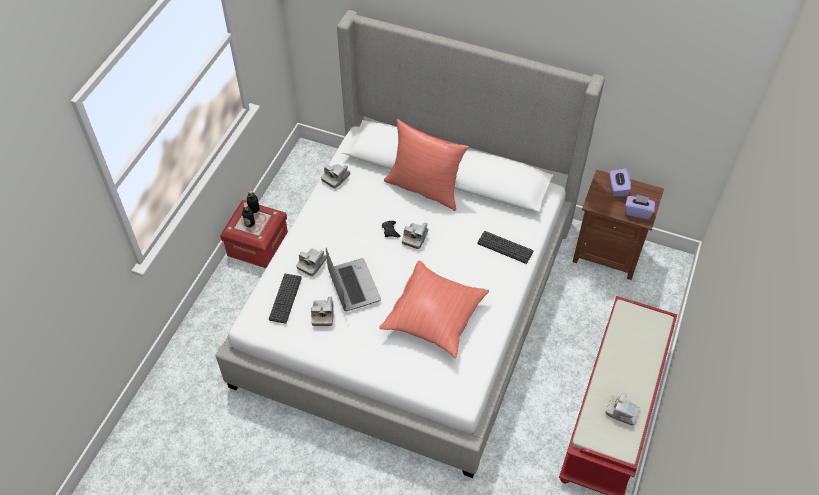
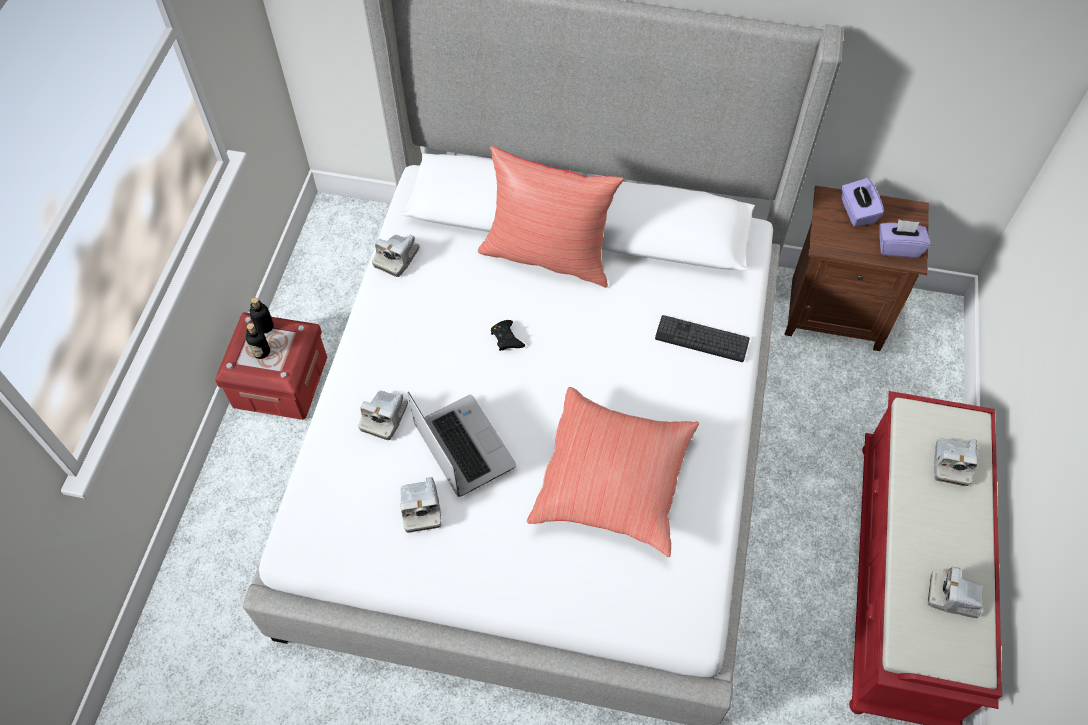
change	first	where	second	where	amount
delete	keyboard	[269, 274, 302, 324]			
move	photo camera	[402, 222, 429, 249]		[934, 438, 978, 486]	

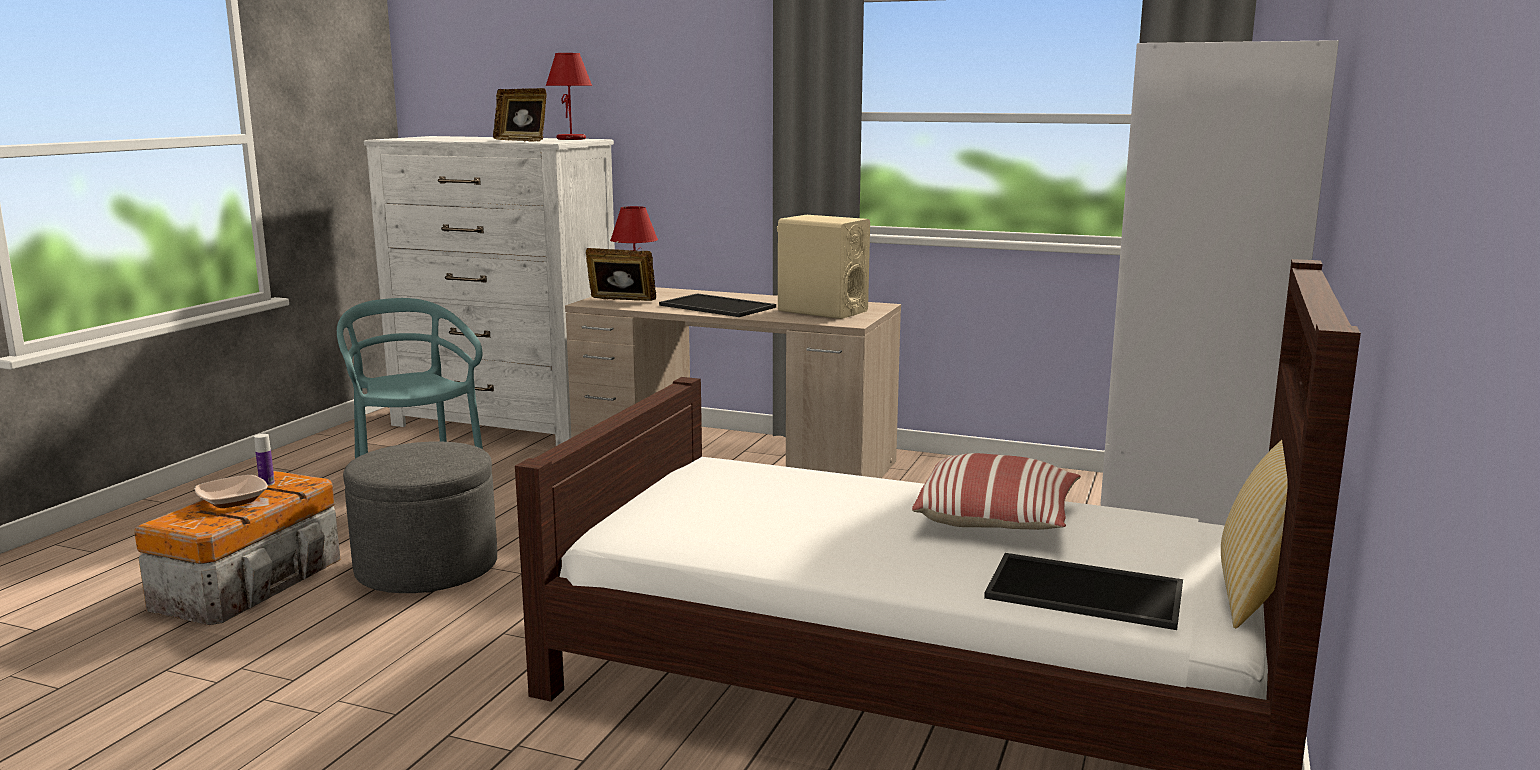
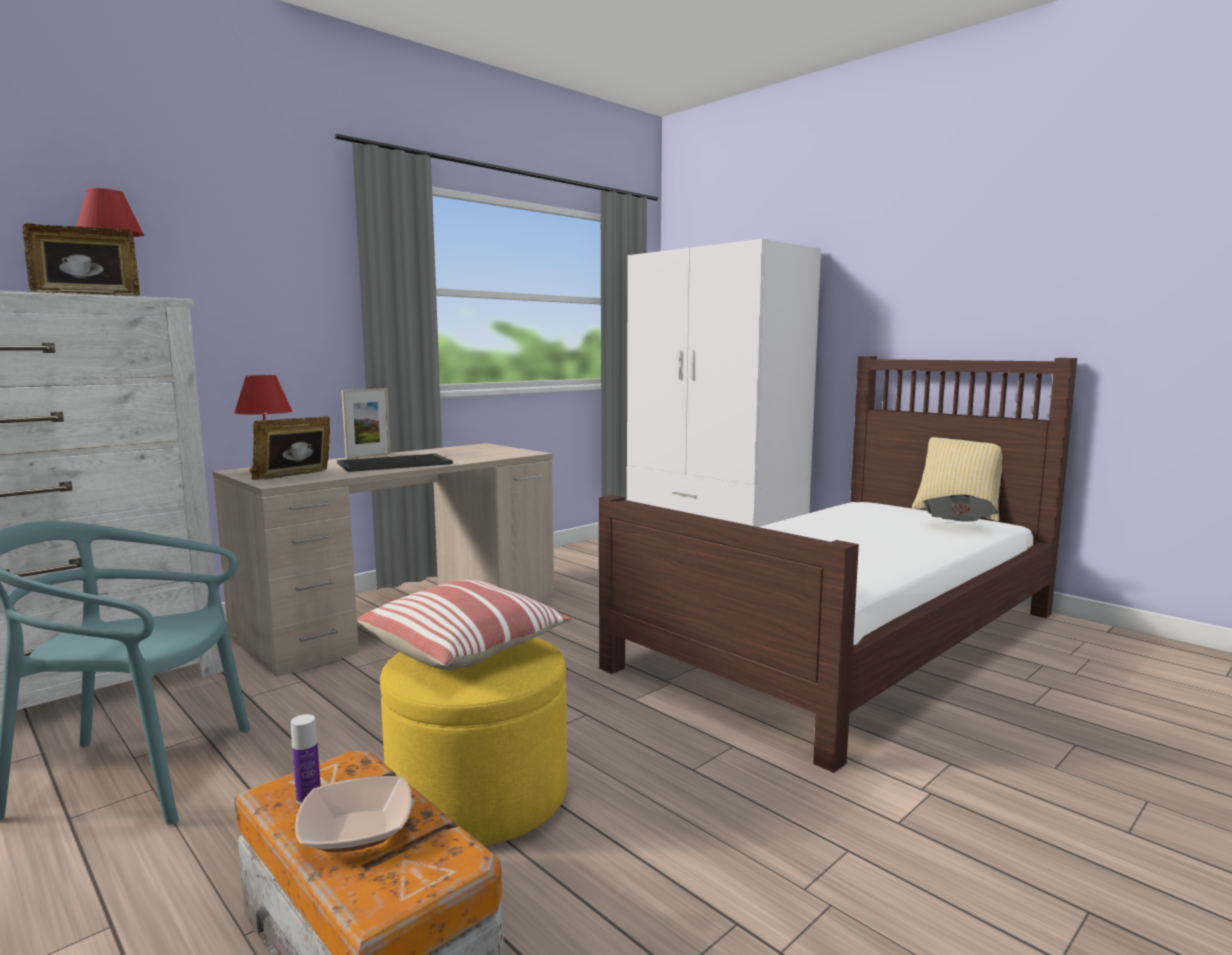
change	first	where	second	where	amount
delete	speaker/beige	[777, 215, 870, 319]			
insert			picture frame	[341, 388, 391, 459]	
move	pillow	[912, 453, 1081, 530]		[357, 580, 572, 670]	
replace	tray	[984, 553, 1183, 630]	newspaper	[922, 495, 998, 522]	
recolor	ottoman/grey	[343, 442, 497, 593]	ottoman/yellow	[380, 637, 567, 846]	

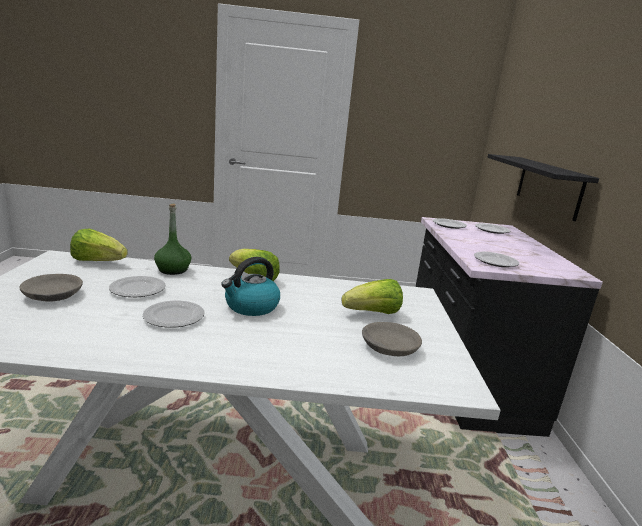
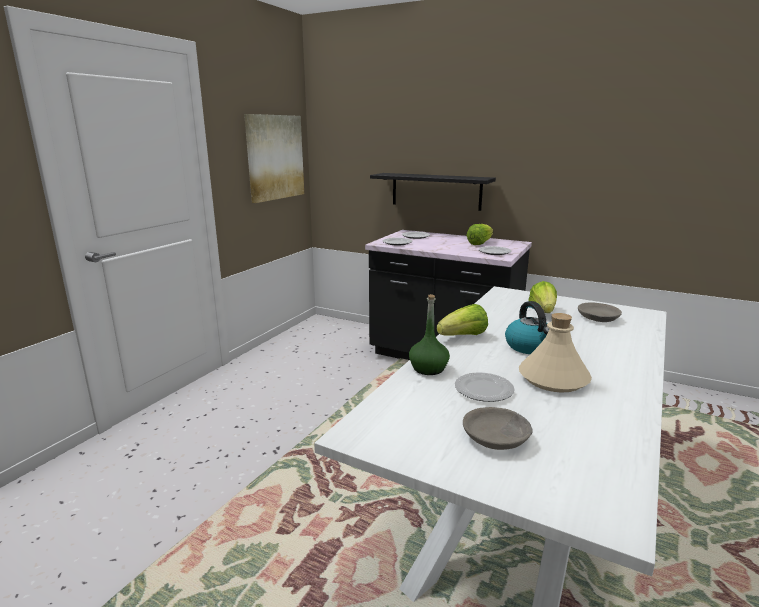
change	first	where	second	where	amount
insert			picture	[244, 114, 304, 203]	
move	lettuce	[70, 229, 128, 261]		[467, 224, 493, 245]	
replace	plate	[143, 301, 205, 328]	bottle/beige	[519, 313, 592, 393]	

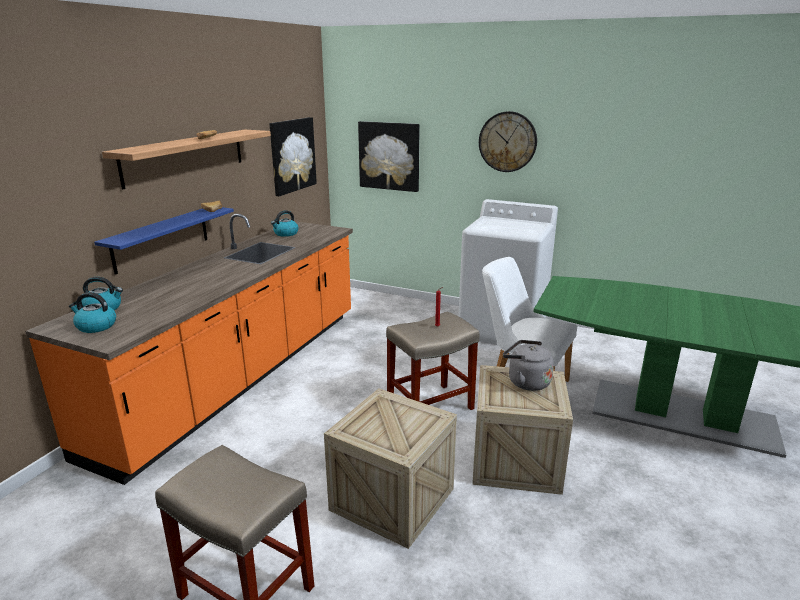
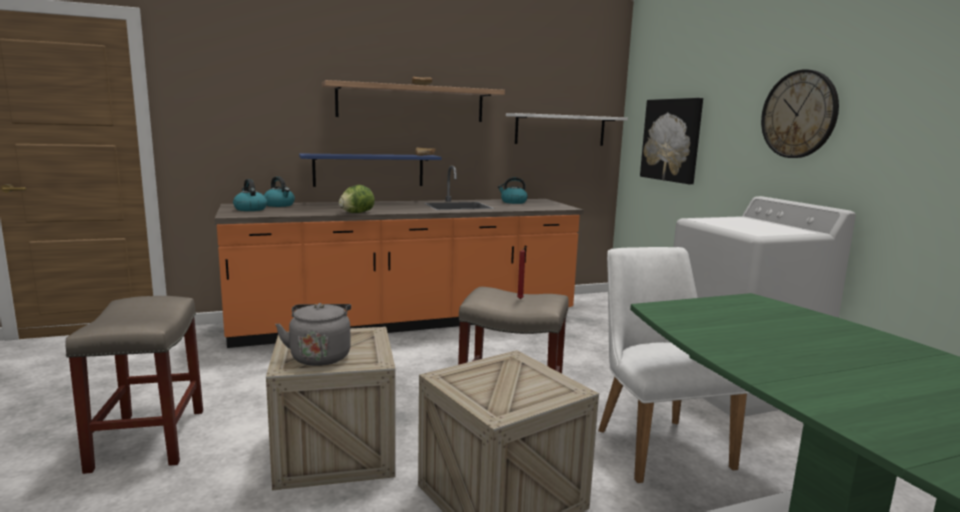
change	first	where	second	where	amount
insert			lettuce	[339, 185, 375, 213]	
move	kettle/grey	[503, 340, 554, 391]		[275, 303, 351, 366]	
replace	picture	[269, 117, 317, 196]	shelf/white	[506, 113, 628, 146]	

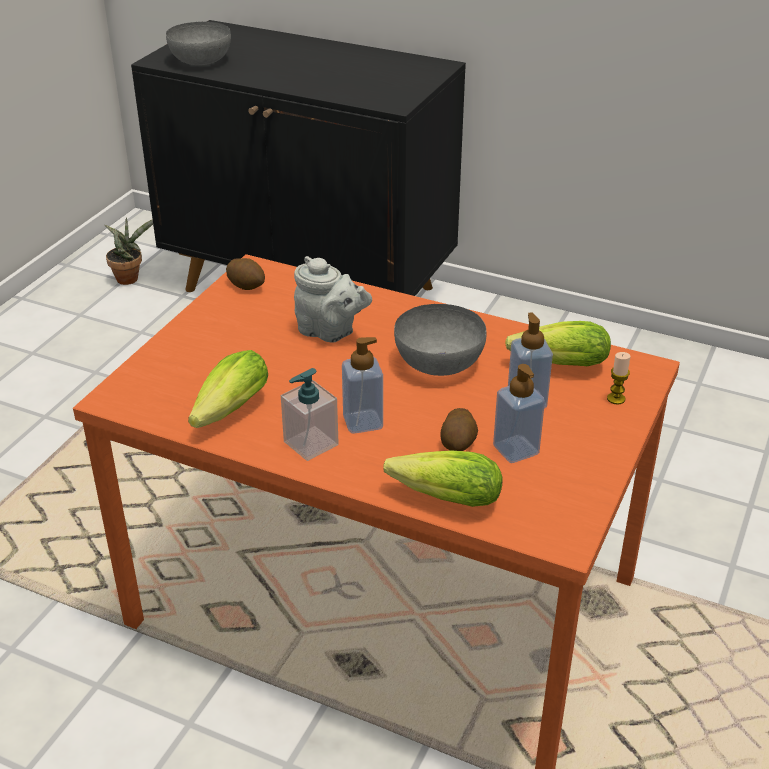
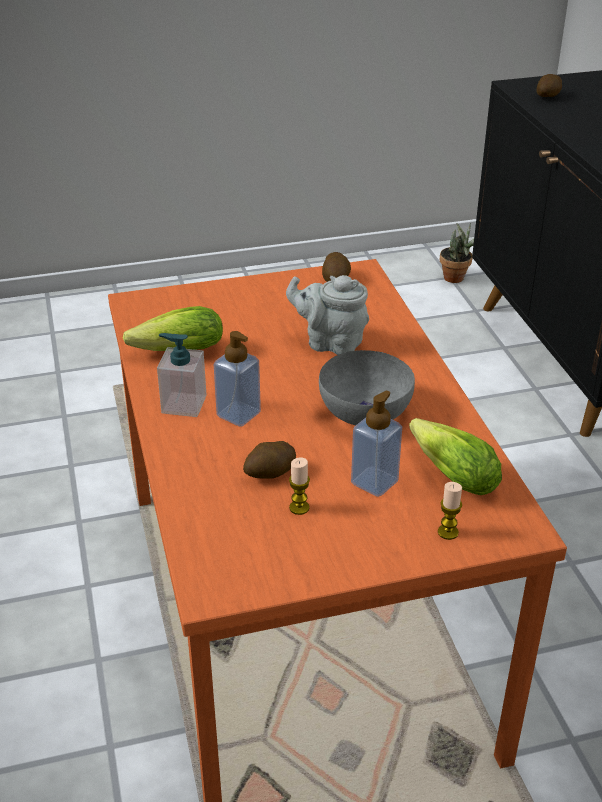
change	first	where	second	where	amount
delete	lettuce	[383, 450, 503, 507]			
replace	bowl/grey	[166, 22, 231, 65]	potato	[536, 74, 562, 97]	
replace	soap dispenser	[493, 364, 545, 463]	candle	[289, 457, 310, 515]	
rotate	teapot/grey	[294, 256, 372, 342]		[286, 275, 369, 355]	120 degrees clockwise

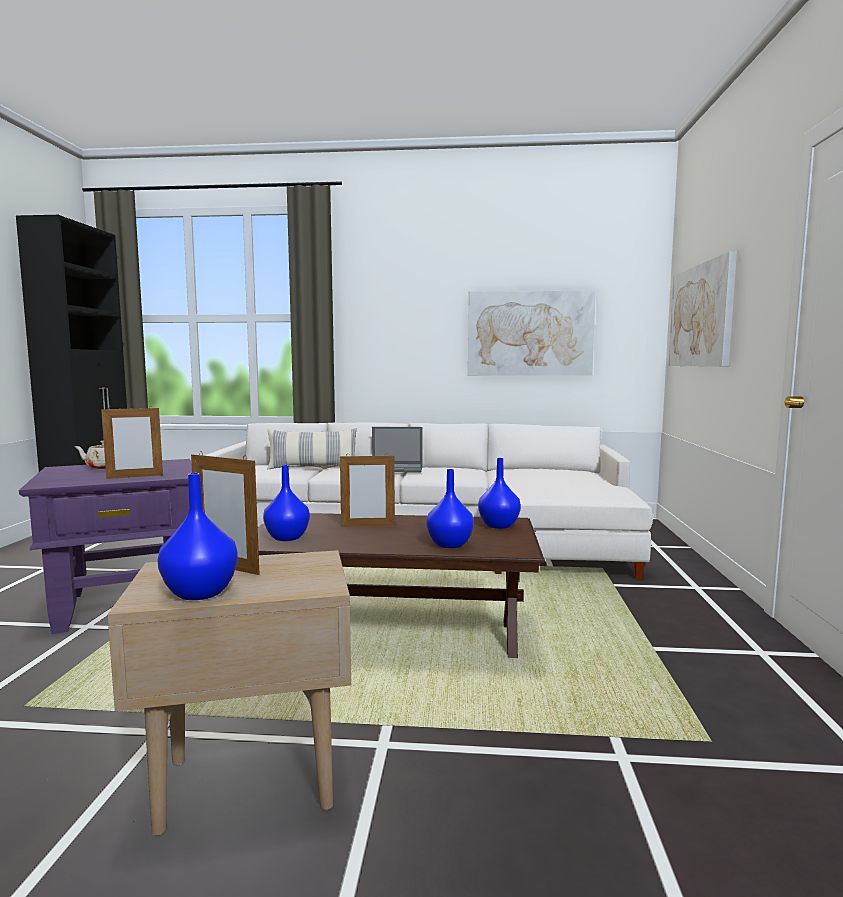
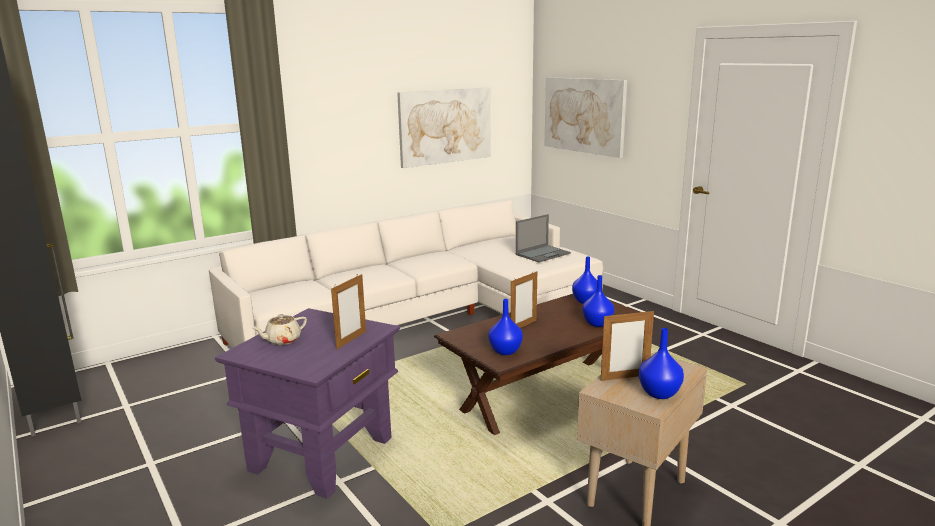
change	first	where	second	where	amount
delete	pillow	[267, 428, 357, 469]			
move	laptop	[372, 427, 423, 472]		[516, 214, 571, 262]	

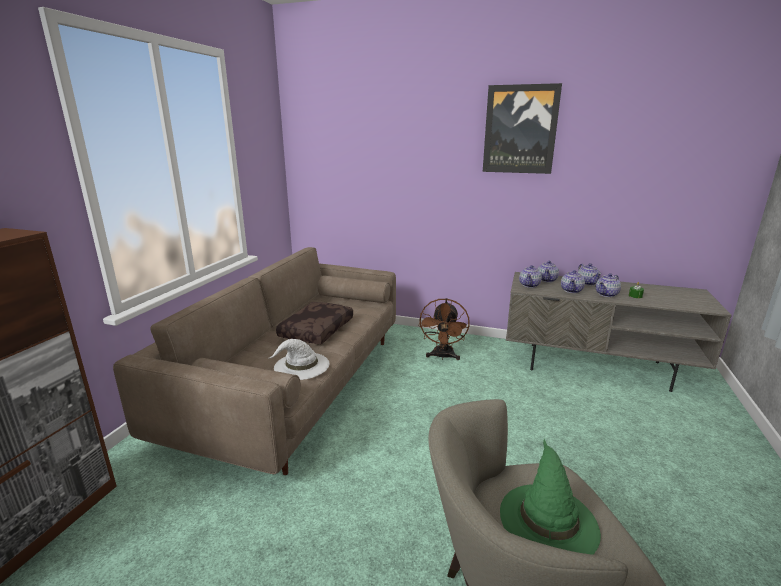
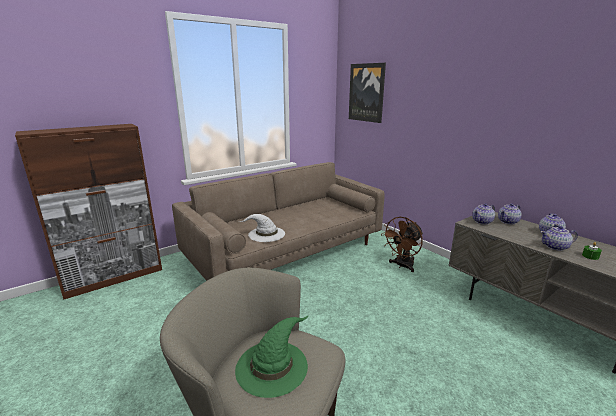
change	first	where	second	where	amount
delete	pillow/brown	[276, 302, 353, 344]			
delete	teapot	[561, 270, 585, 293]			
move	picture	[483, 83, 562, 174]		[349, 63, 386, 123]	

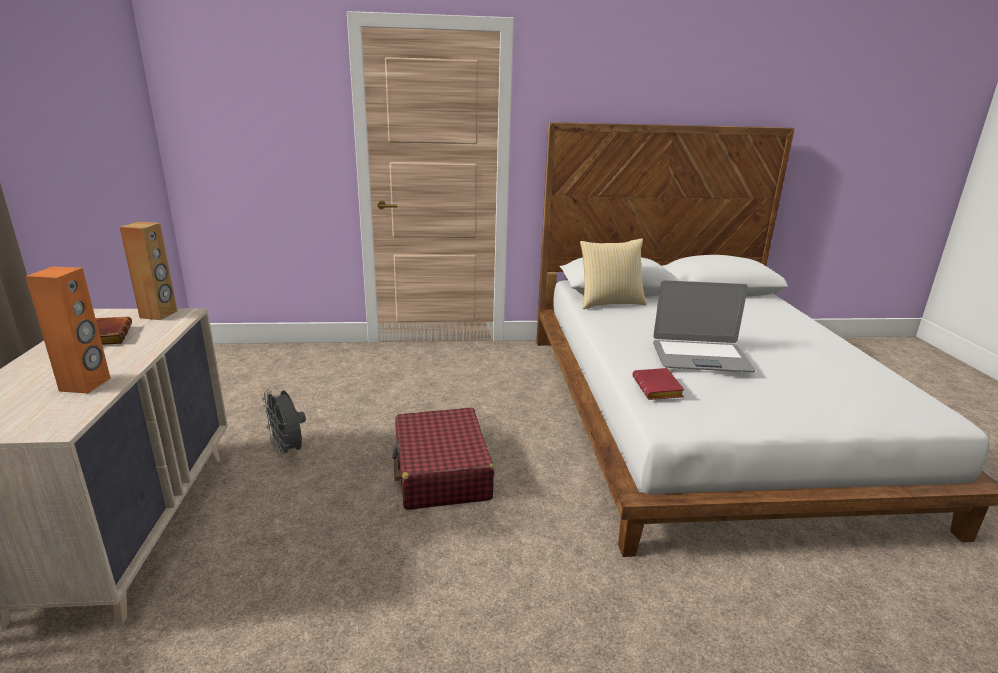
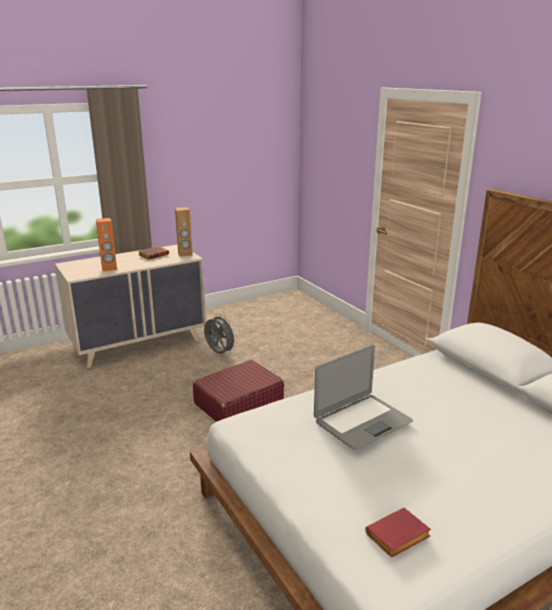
change	first	where	second	where	amount
delete	pillow	[580, 238, 647, 309]			
move	book/red	[633, 368, 684, 400]		[365, 508, 431, 558]	
rotate	fan/grey	[262, 390, 306, 459]		[204, 314, 237, 354]	105 degrees clockwise
rotate	laptop	[653, 280, 756, 372]		[314, 345, 413, 450]	105 degrees counterclockwise

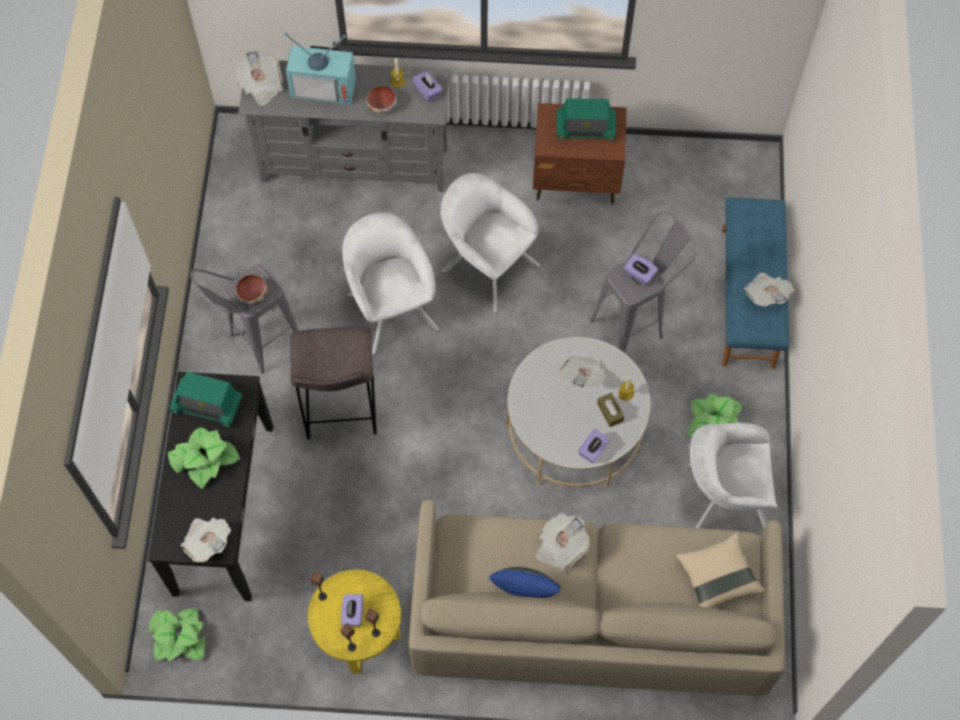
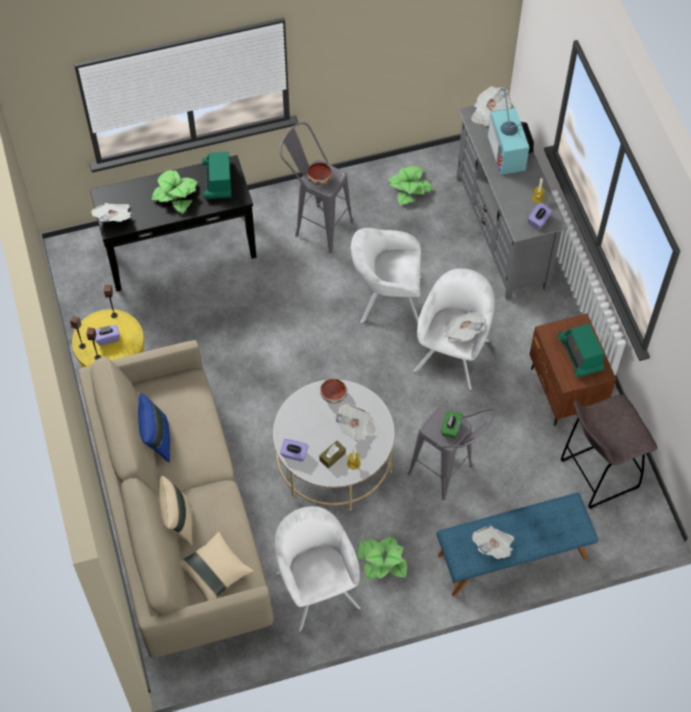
change	first	where	second	where	amount
insert			pillow/beige	[159, 476, 192, 546]	
move	potted plant	[149, 608, 205, 661]		[388, 166, 433, 205]	
move	stool/grey	[290, 326, 377, 440]		[560, 394, 657, 509]	
move	bowl	[366, 86, 397, 114]		[320, 379, 347, 404]	
move	newspaper	[536, 513, 590, 571]		[444, 311, 484, 342]	
recolor	tissue box/purple	[624, 253, 658, 285]	tissue box/green	[441, 411, 463, 439]	
rotate	armchair/white	[342, 212, 439, 354]		[351, 228, 422, 325]	135 degrees counterclockwise

